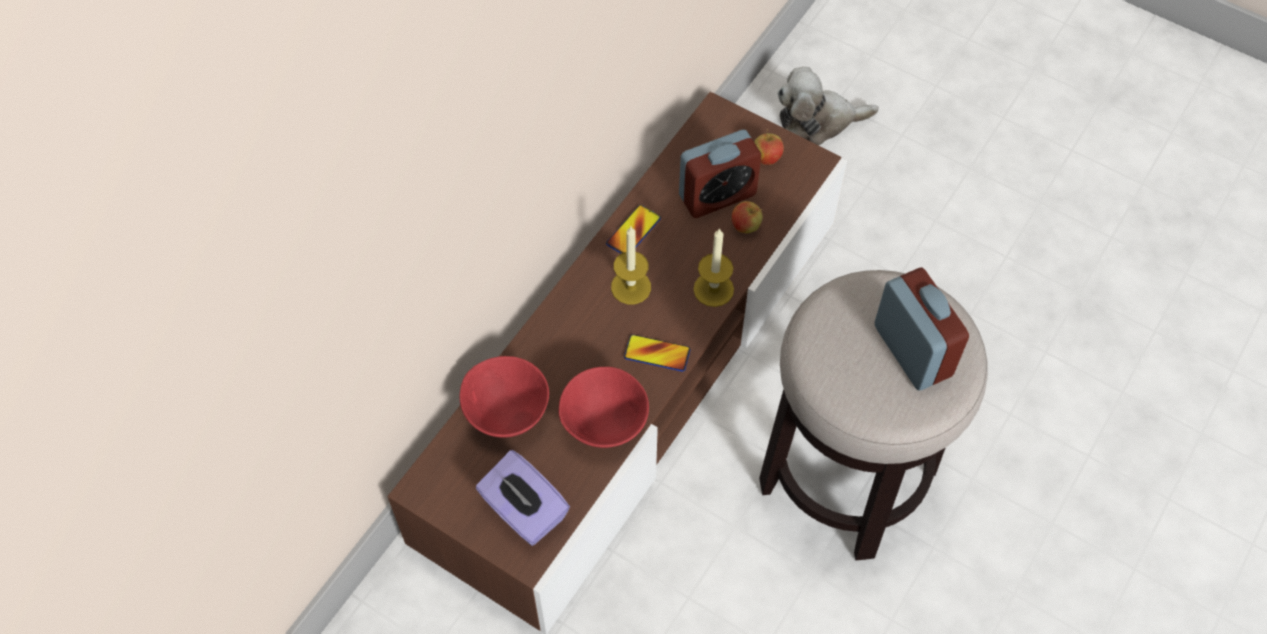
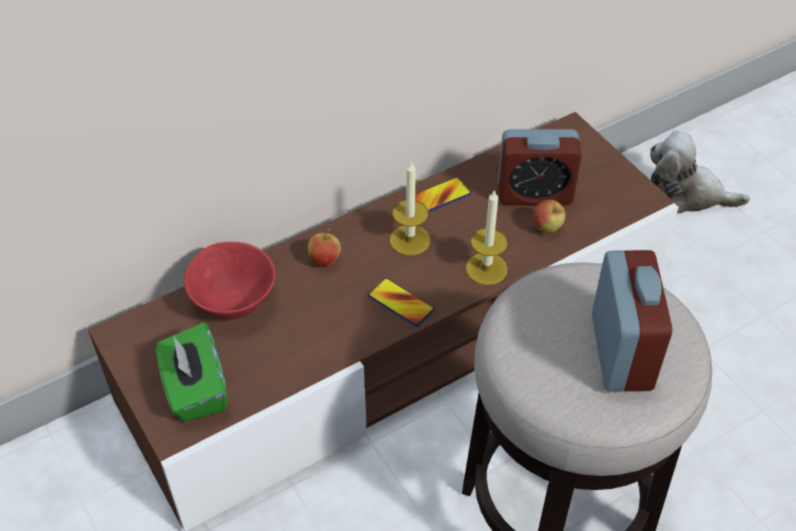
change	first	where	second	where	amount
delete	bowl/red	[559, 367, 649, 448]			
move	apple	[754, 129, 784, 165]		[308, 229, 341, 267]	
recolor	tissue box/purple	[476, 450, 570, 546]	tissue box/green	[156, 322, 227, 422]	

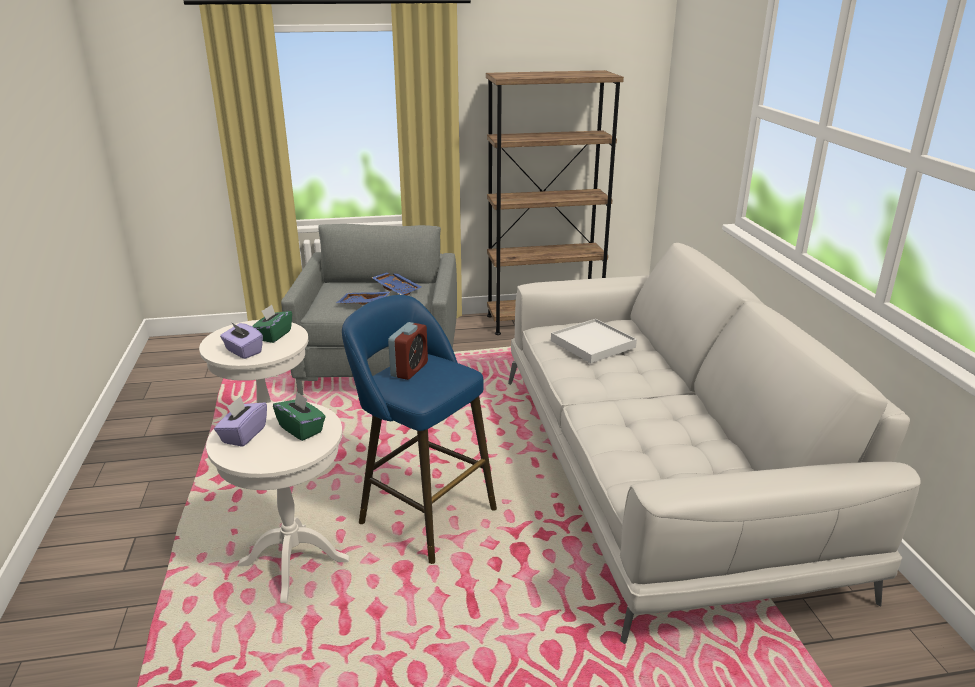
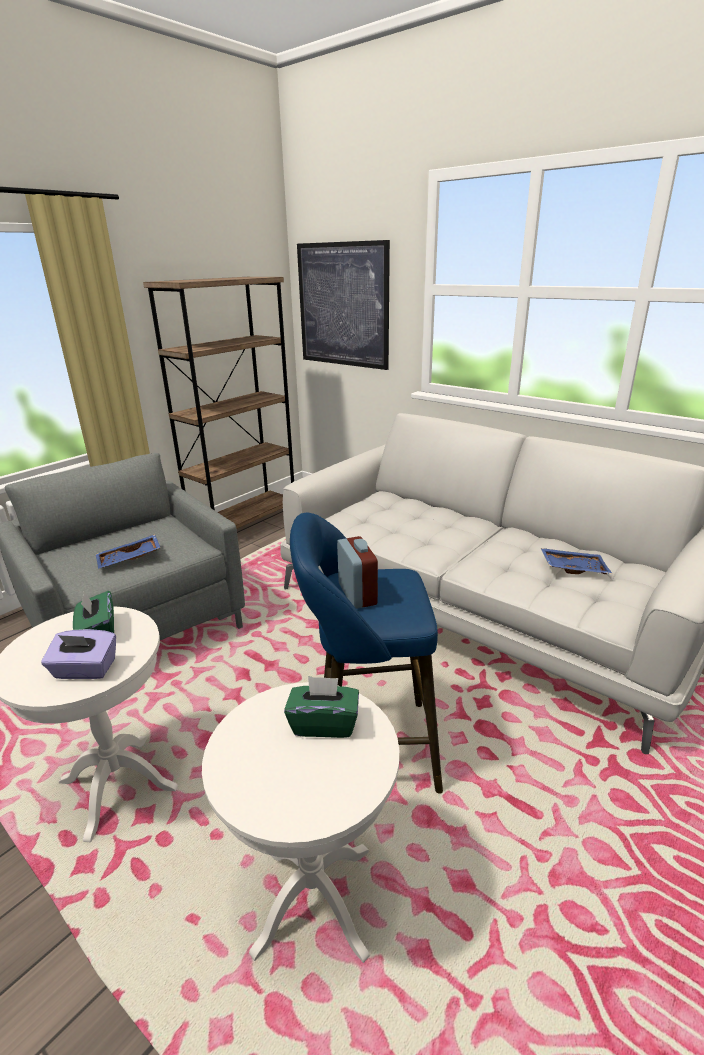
change	first	where	second	where	amount
delete	tissue box/purple	[214, 396, 267, 447]			
delete	tray/white	[551, 319, 637, 363]			
insert			picture	[297, 240, 390, 370]	
move	tray/blue	[372, 273, 421, 295]		[541, 548, 612, 574]	

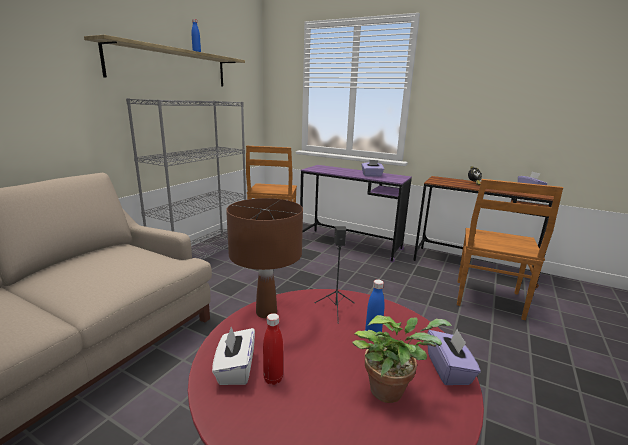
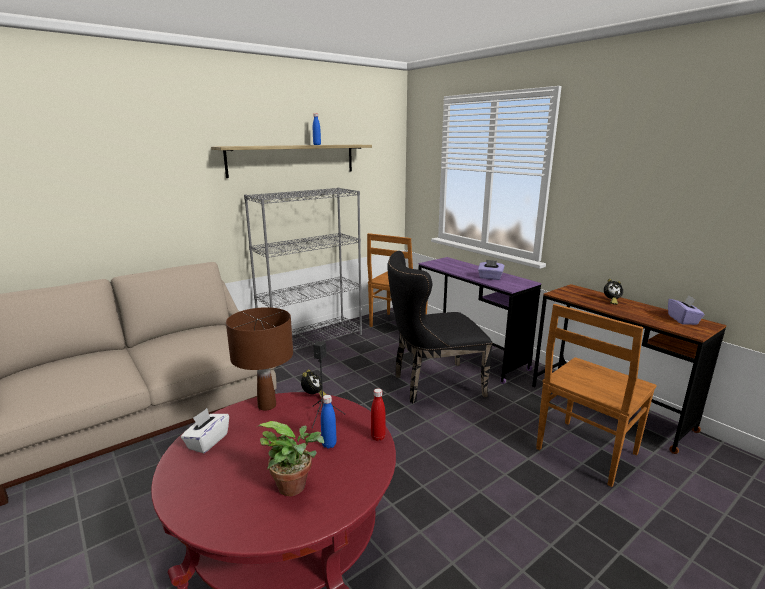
change	first	where	second	where	amount
delete	tissue box/purple	[427, 329, 481, 385]			
insert			alarm clock	[301, 369, 327, 398]	
insert			chair/black	[387, 251, 493, 404]	
move	bottle/red	[263, 313, 283, 385]		[371, 388, 386, 441]	

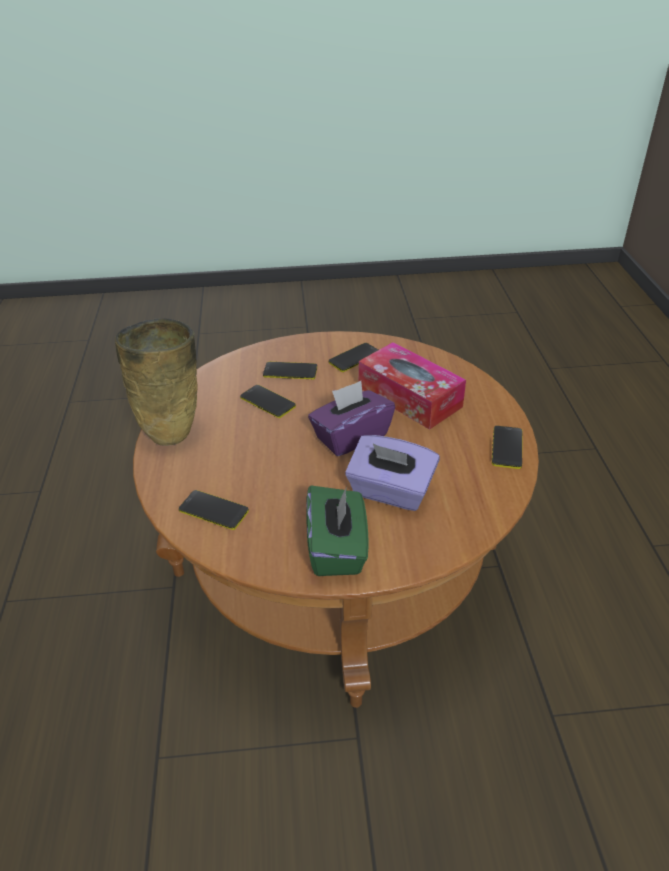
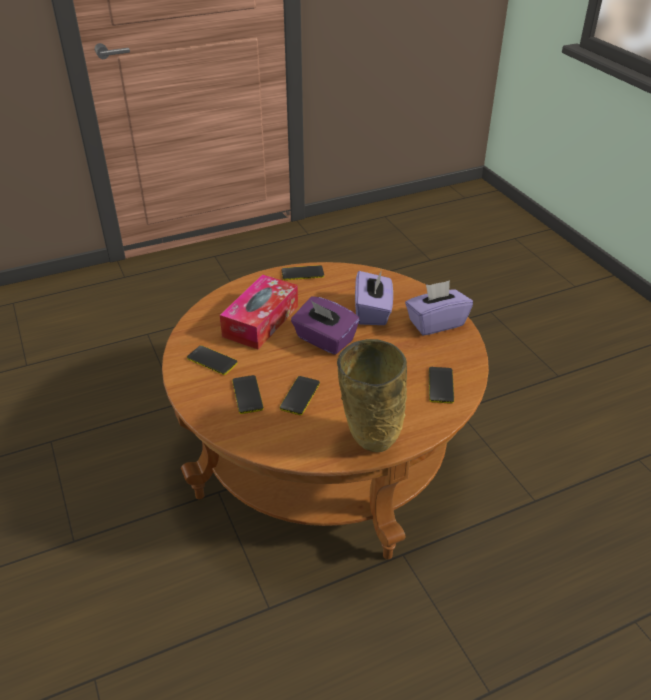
change	first	where	second	where	amount
recolor	tissue box/green	[306, 486, 369, 576]	tissue box/purple	[405, 280, 473, 335]	

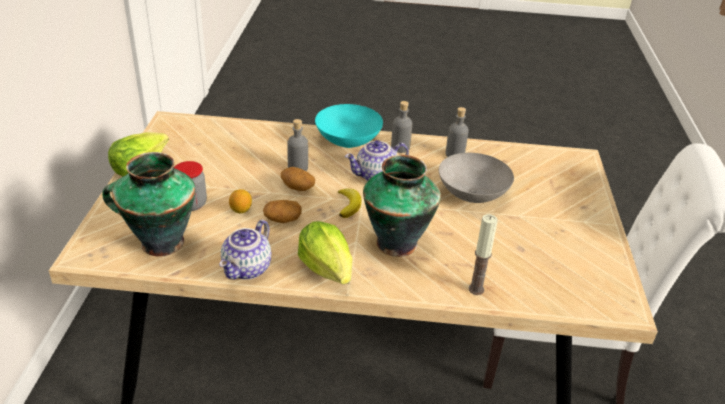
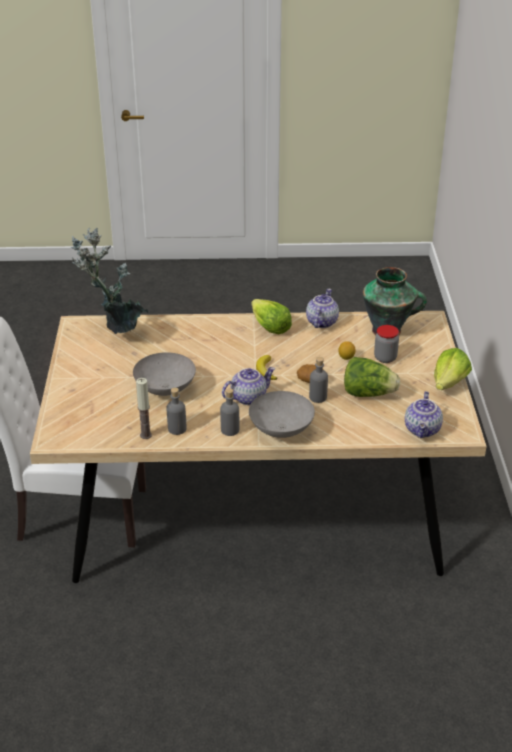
change	first	where	second	where	amount
delete	potato	[263, 200, 301, 223]			
delete	vase	[363, 155, 441, 257]			
insert			potted plant	[71, 228, 148, 334]	
insert			lettuce	[344, 357, 400, 397]	
insert			teapot	[405, 391, 443, 438]	
move	candle	[469, 214, 498, 295]		[136, 378, 152, 439]	
recolor	bowl/turquoise	[315, 104, 383, 148]	bowl/grey	[249, 391, 315, 438]	

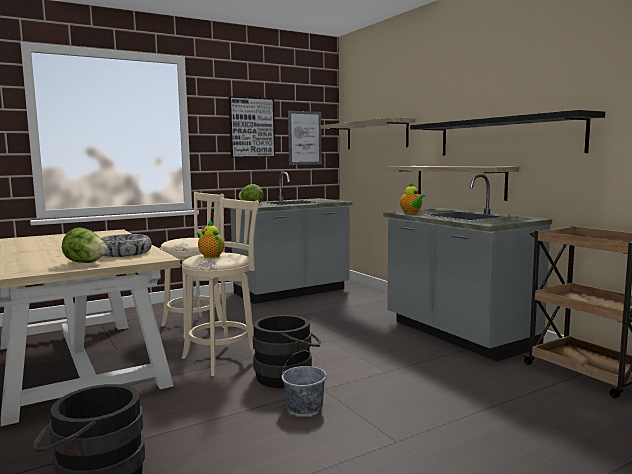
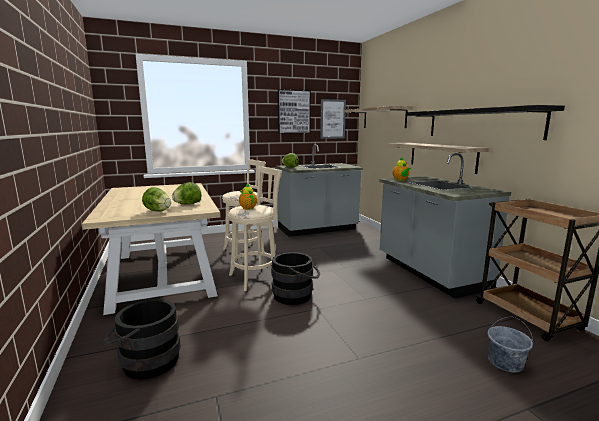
change	first	where	second	where	amount
move	bucket/grey	[282, 350, 327, 414]		[487, 317, 533, 372]	
replace	bowl	[101, 234, 152, 257]	lettuce	[172, 182, 201, 205]	

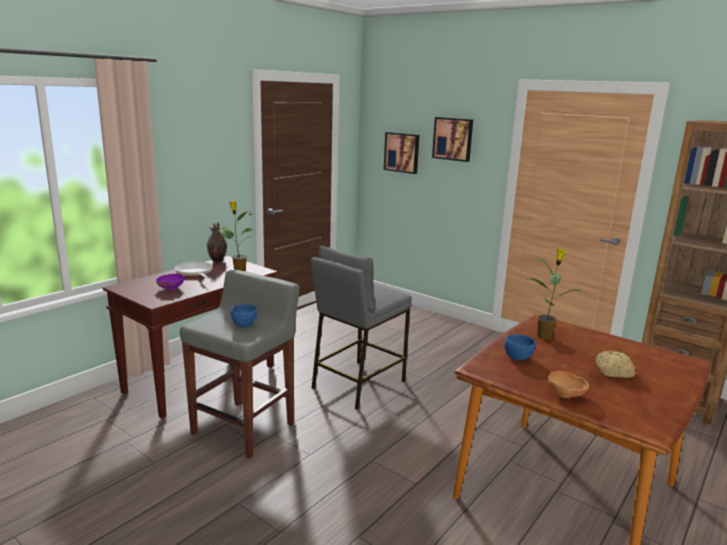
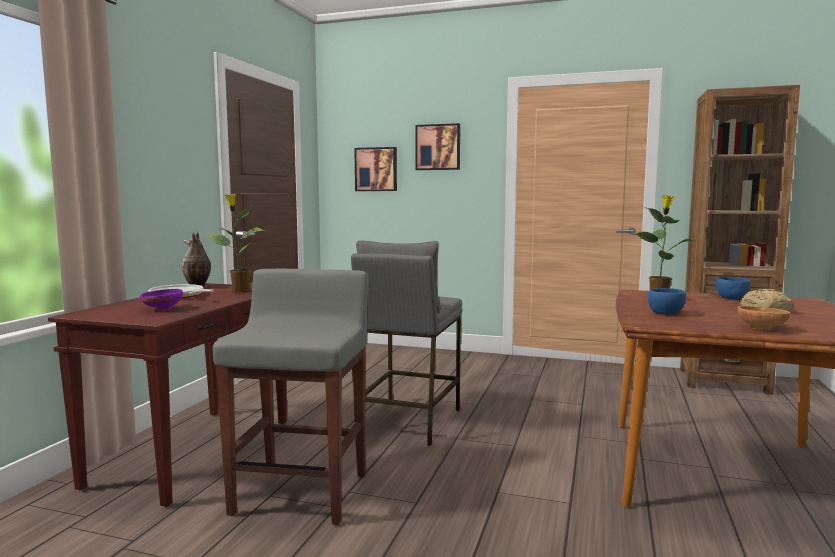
change	first	where	second	where	amount
move	bowl/blue	[231, 304, 257, 327]		[716, 277, 751, 300]	

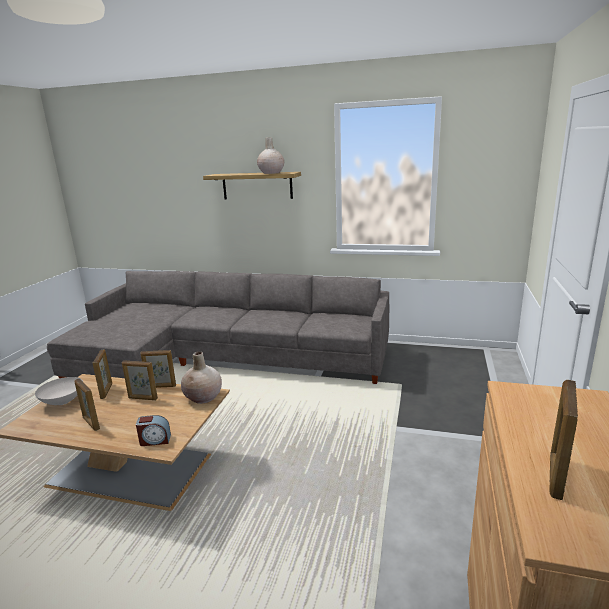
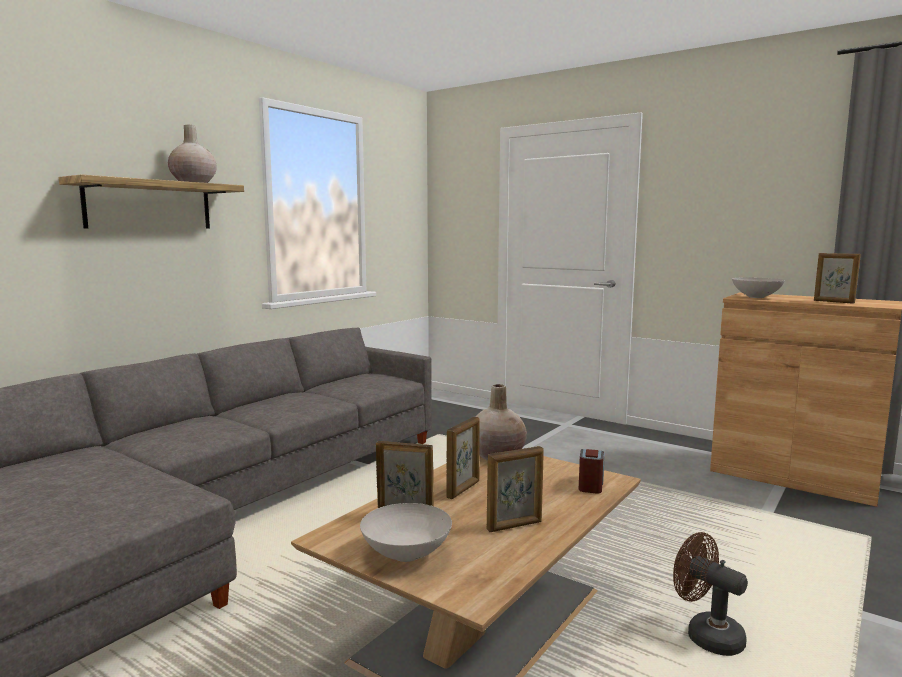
change	first	where	second	where	amount
delete	picture frame	[141, 350, 176, 388]			
insert			fan/brown	[673, 532, 748, 656]	
insert			bowl/white	[732, 278, 785, 298]	

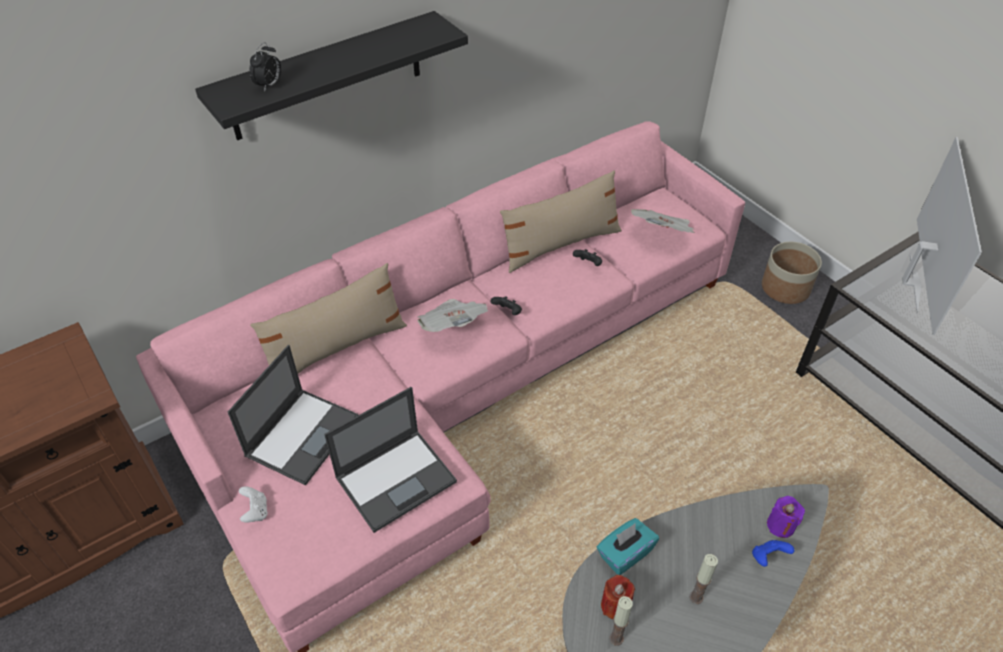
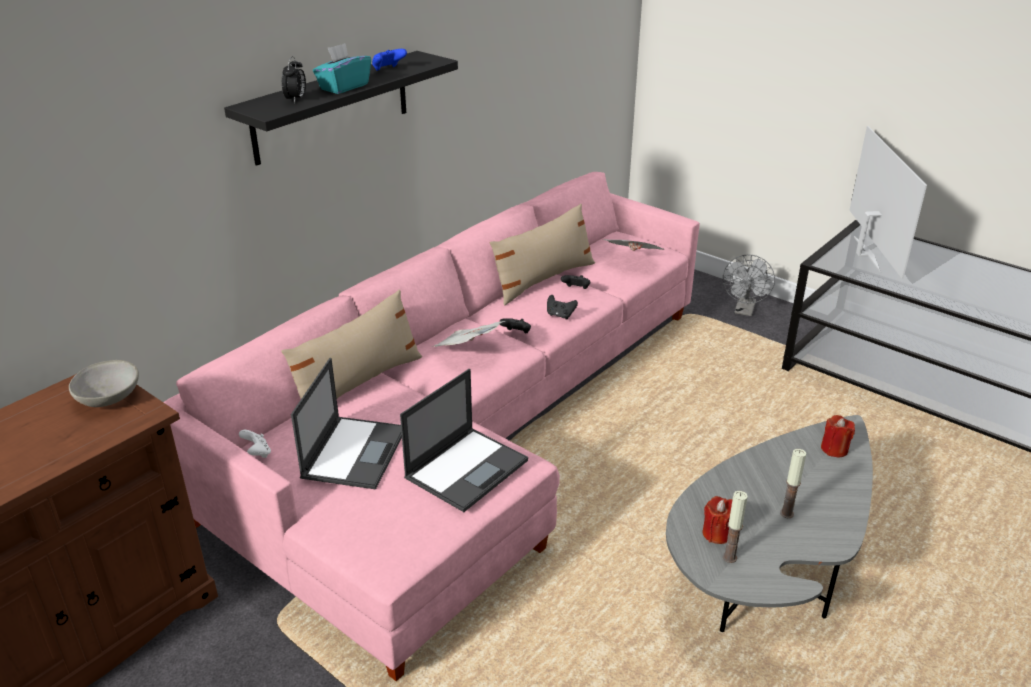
change	first	where	second	where	amount
insert			bowl/grey	[69, 360, 139, 407]	
insert			game controller/black	[547, 295, 578, 320]	
move	game controller/white	[239, 486, 268, 522]		[239, 430, 271, 458]	
move	tissue box/turquoise	[597, 518, 659, 575]		[313, 43, 371, 94]	
move	game controller/blue	[752, 540, 795, 567]		[372, 49, 407, 71]	
replace	planter	[762, 242, 822, 304]	fan/grey	[723, 255, 775, 316]	
recolor	candle/purple	[767, 496, 805, 538]	candle/red	[821, 415, 855, 457]	

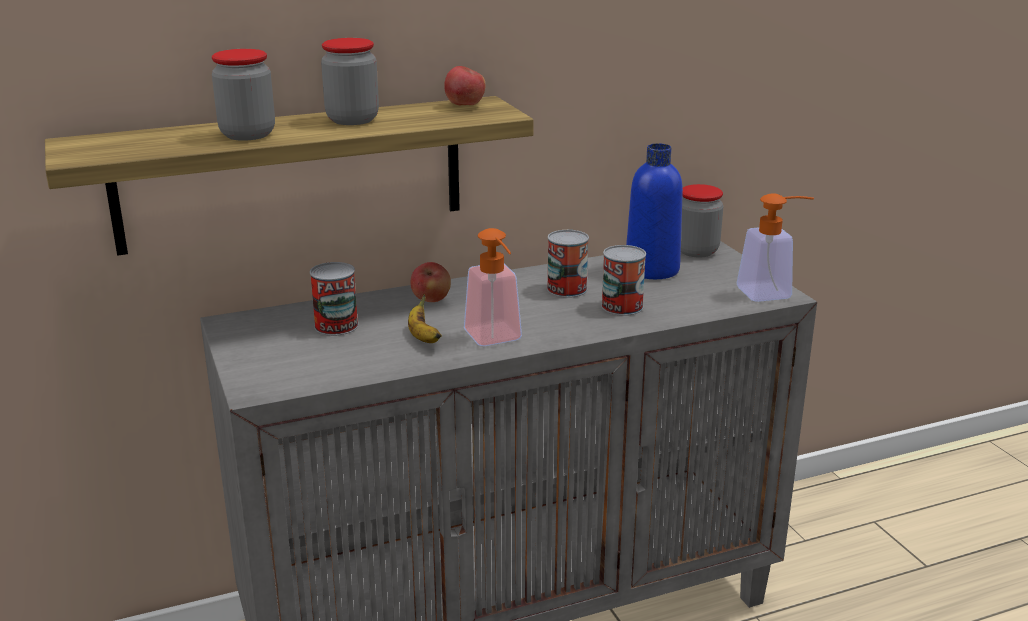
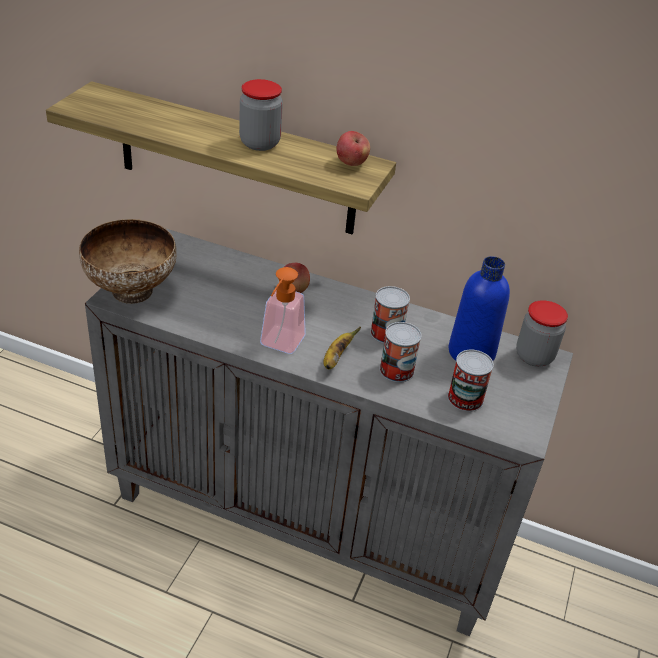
change	first	where	second	where	amount
delete	jar	[212, 49, 275, 141]			
delete	soap dispenser	[737, 193, 814, 302]			
insert			bowl	[79, 219, 177, 304]	
move	can	[310, 262, 358, 336]		[448, 350, 494, 412]	
move	banana	[408, 294, 442, 343]		[323, 327, 361, 369]	

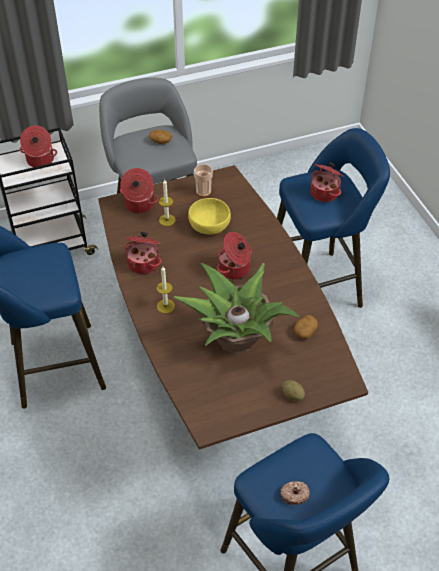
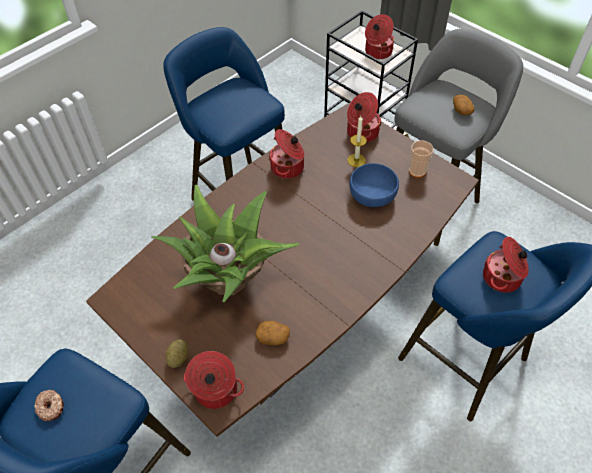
change	first	where	second	where	amount
delete	candle	[157, 266, 175, 313]			
move	cooking pot	[217, 232, 252, 279]		[184, 351, 244, 409]	
recolor	bowl/yellow	[188, 198, 231, 235]	bowl/blue	[349, 163, 399, 207]	

